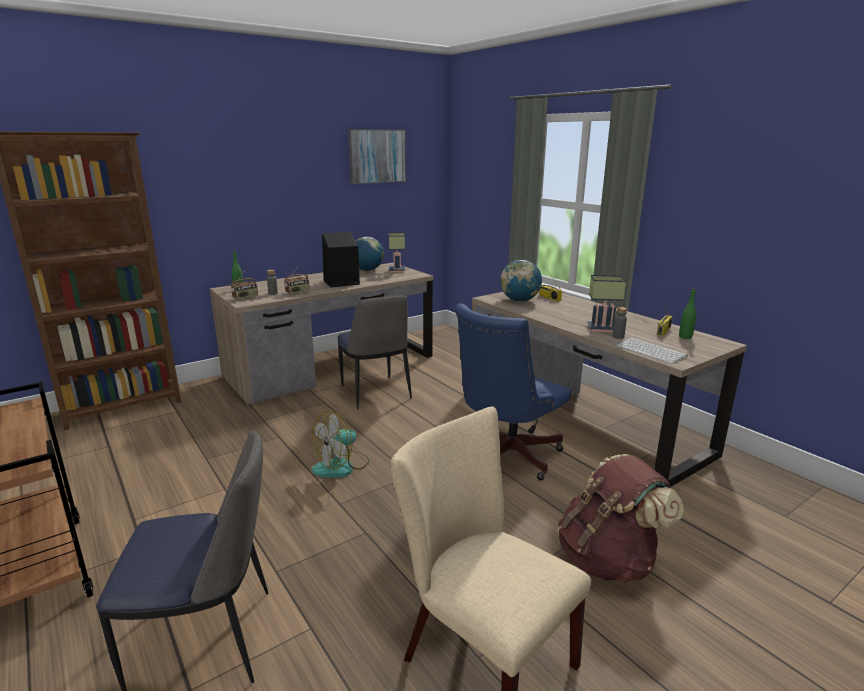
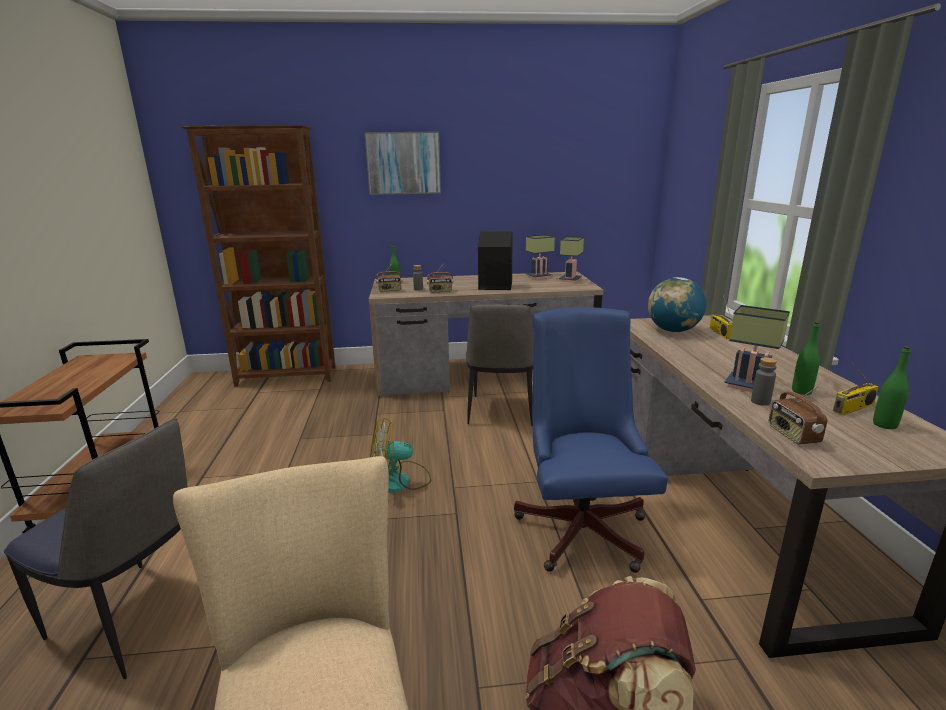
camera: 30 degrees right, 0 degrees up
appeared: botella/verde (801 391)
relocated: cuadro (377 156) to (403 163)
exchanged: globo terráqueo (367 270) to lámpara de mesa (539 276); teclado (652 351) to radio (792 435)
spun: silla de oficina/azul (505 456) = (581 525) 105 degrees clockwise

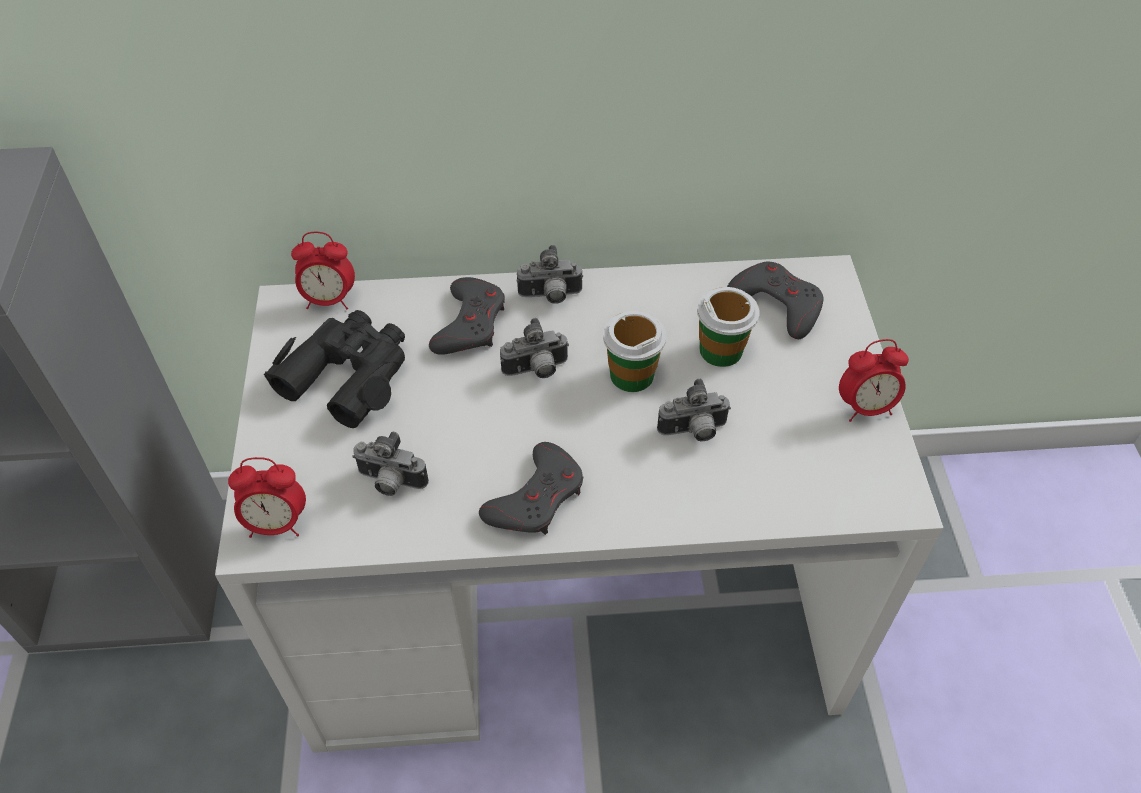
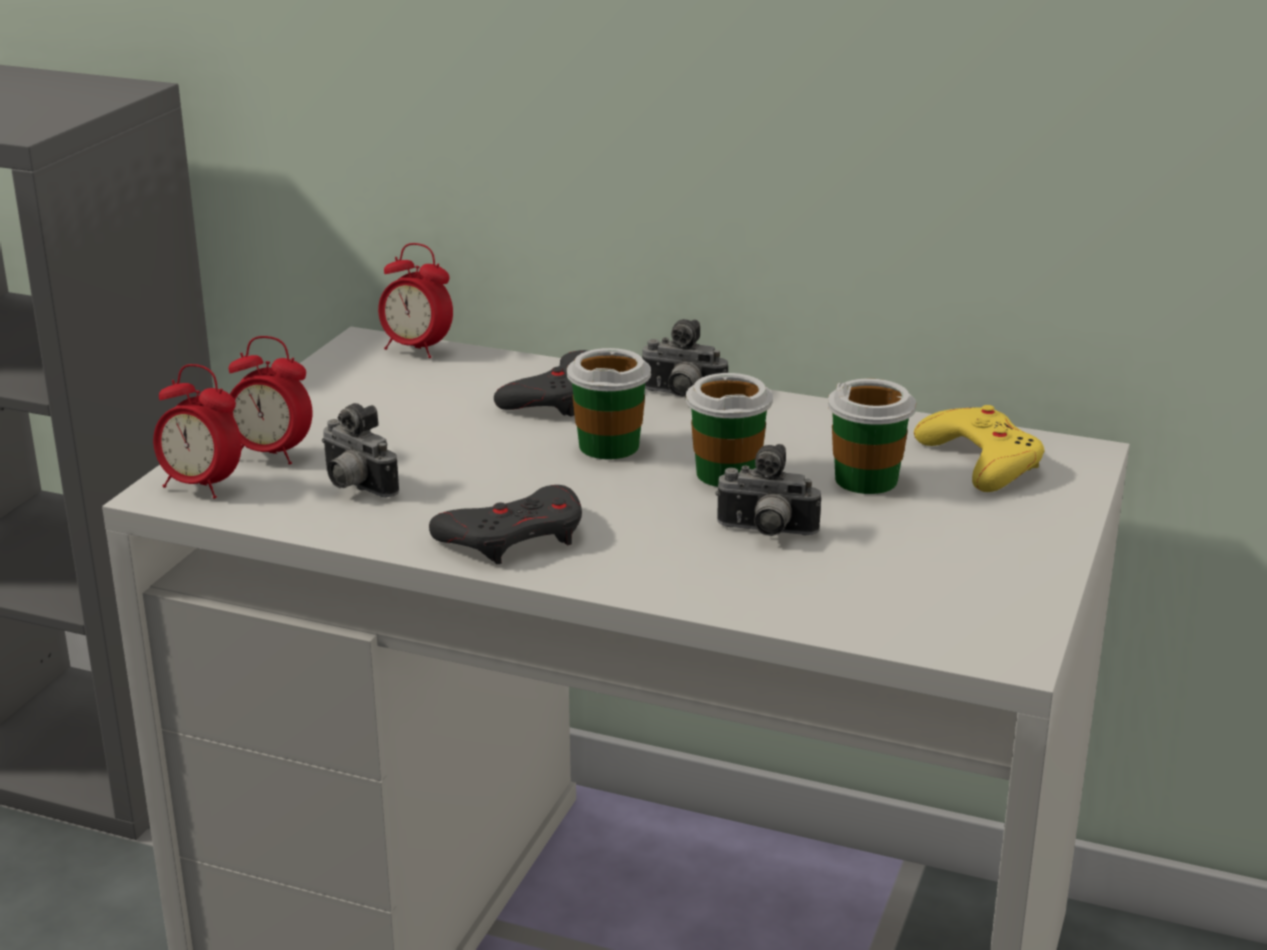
camera: 25 degrees right, 25 degrees down
missing: prismáticos/negro (348 374)
relocated: despertador (865 407) to (271 454)
exchanged: cámara (536 370) to taza (609 446)
colour: mando de consola/gris (777 304) to mando de consola/amarillo (981 460)

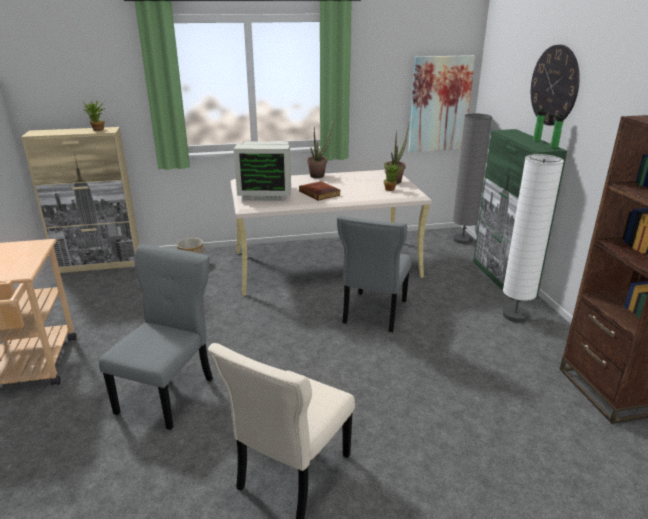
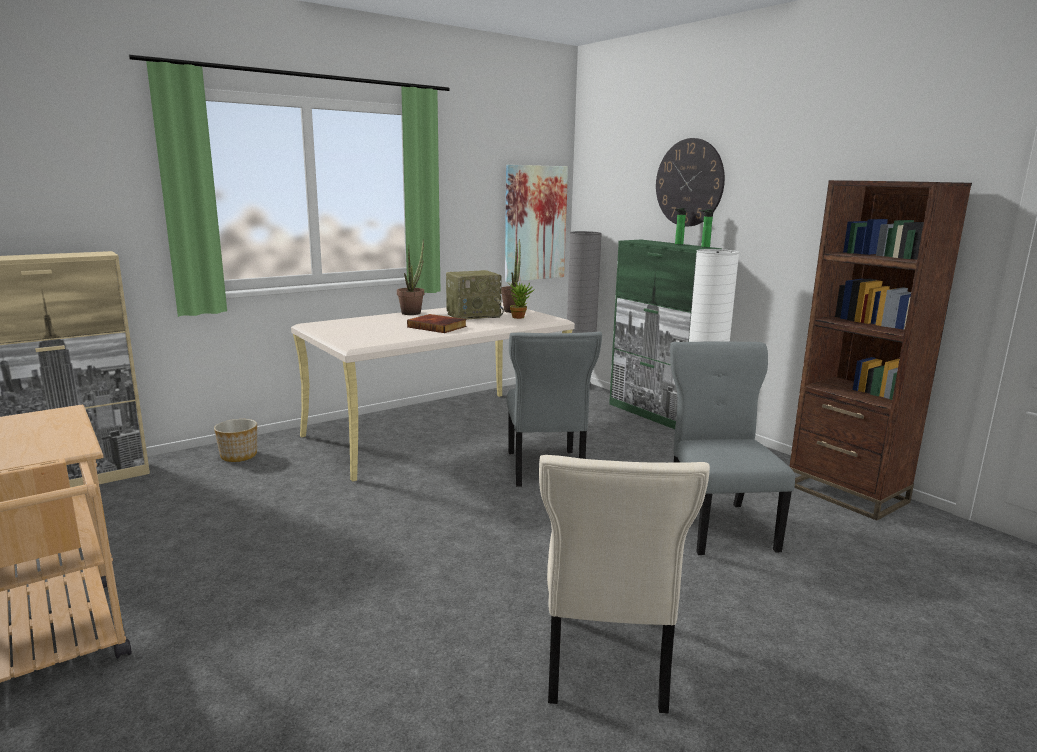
camera: 25 degrees left, 10 degrees down
missing: planta en maceta (97 130); monitor (266 193)
appeared: radio (474 315)
relocated: silla/gris (168 393) to (719 525)

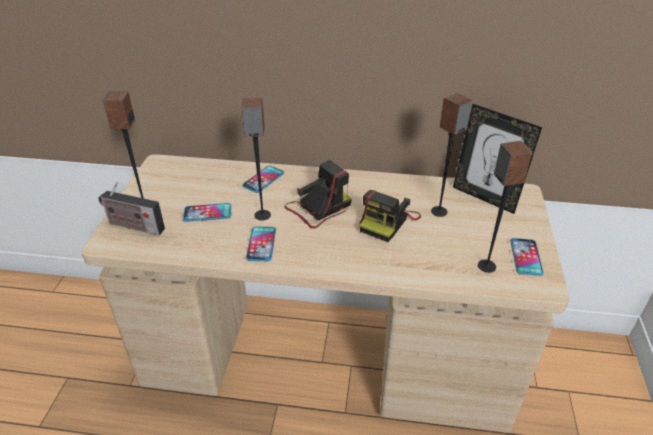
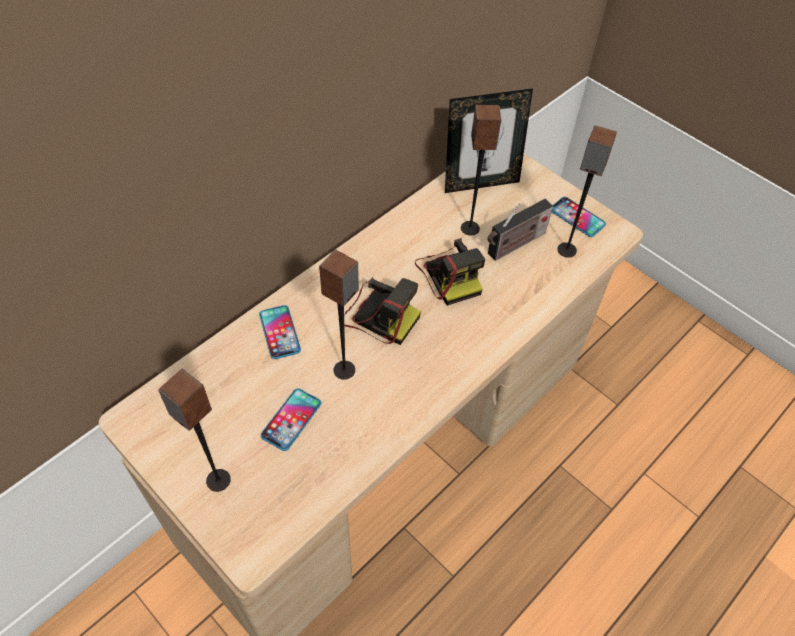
camera: 55 degrees left, 15 degrees up
missing: móvil (261 244)
relocated: radio (133 226) to (514 245)
spun: cámara (318 208) = (378 315) 120 degrees clockwise

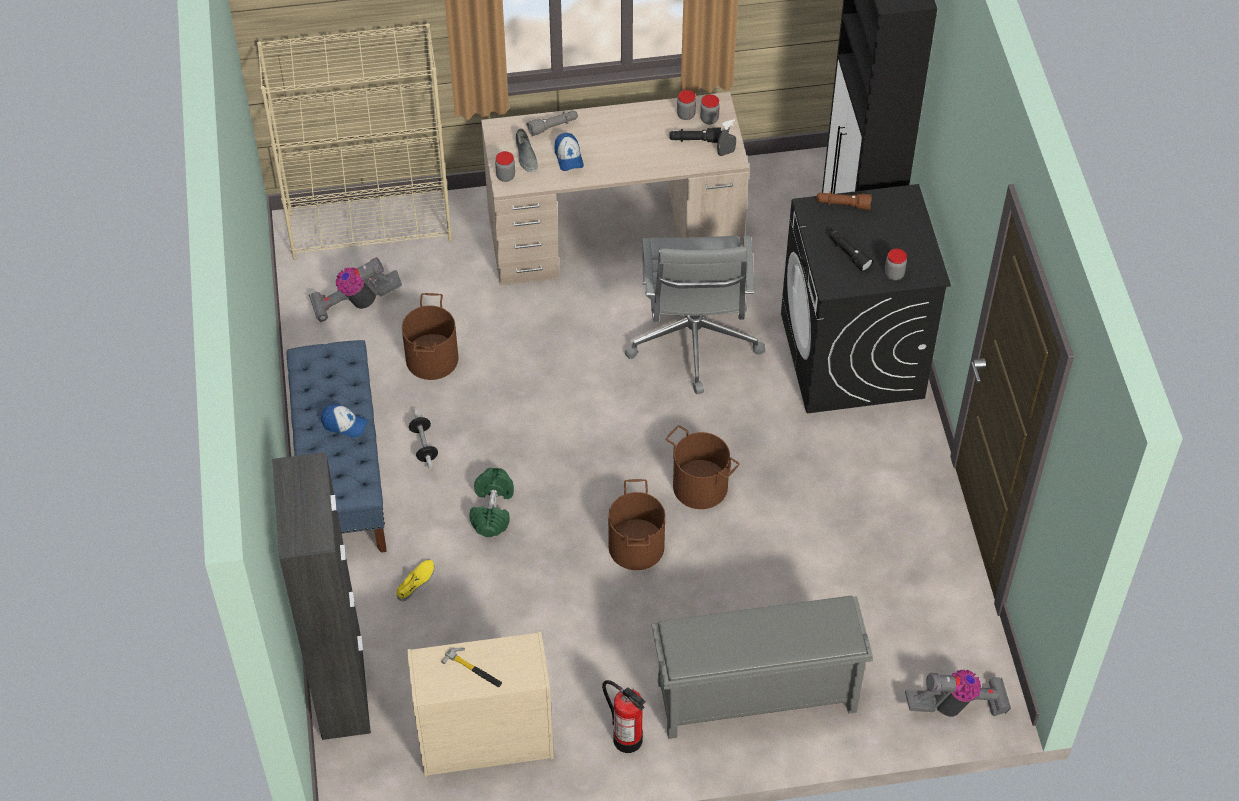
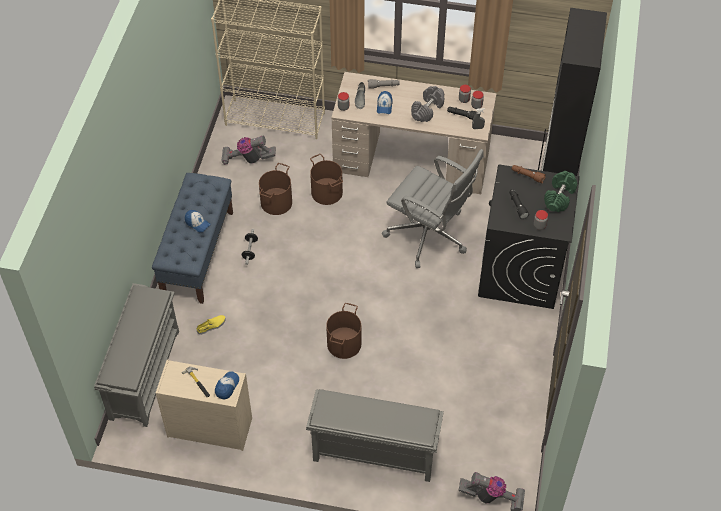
camera: 20 degrees right, 0 degrees up
missing: extintor (627 739)
appeared: gorra (227 386); mancuerna/gris (427 110)
relocated: mancuerna/verde (492 510) to (559 197); cubo/marrón (699 487) to (326 192)
exchanged: armario/negro (342 689) to zapatero/gris (144 373)
spun: silla de oficina/gris (693 342) = (429 236) 75 degrees counterclockwise

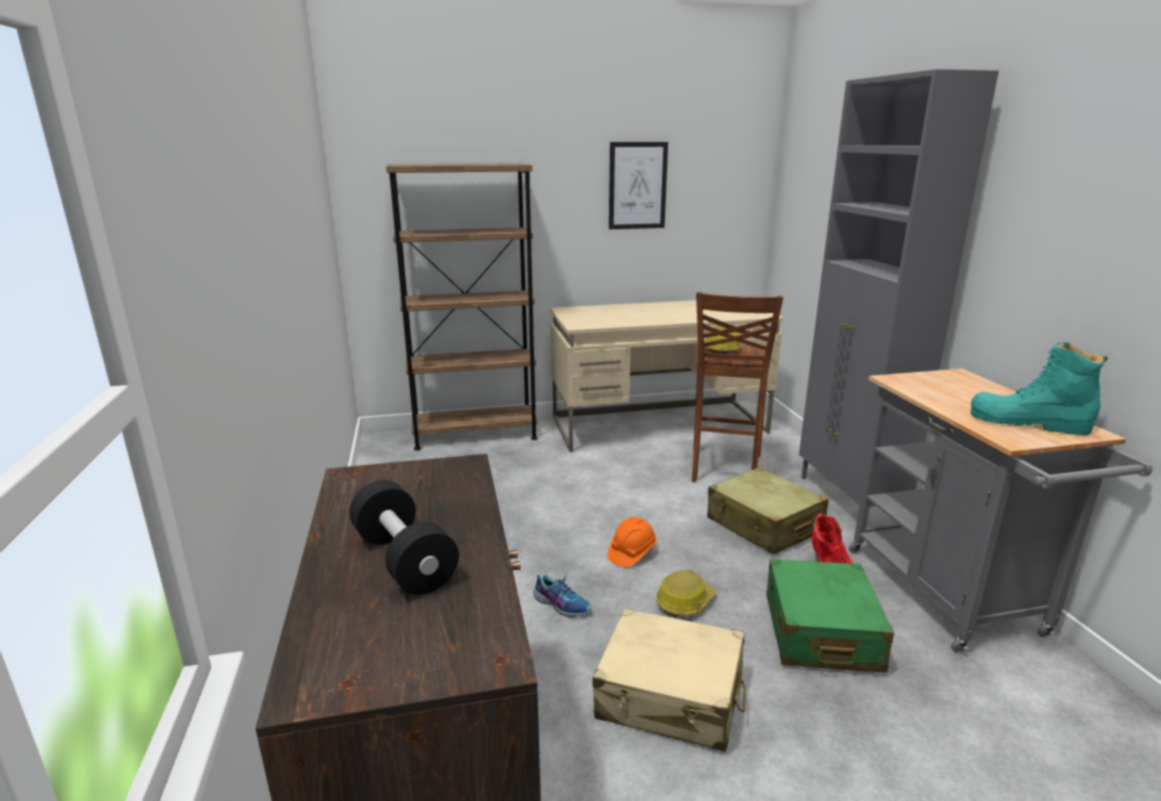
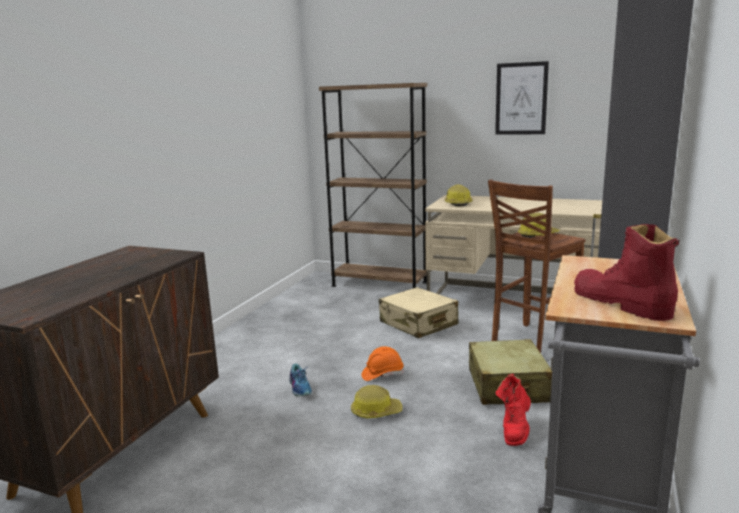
camera: 35 degrees right, 5 degrees down
missing: mancuerna/negro (404 560); maleta/verde (820 632)
appeared: casco (457 203)
relocated: maleta/beis (670 696) to (418 324)
colour: bota/turquesa (1028 423) to bota/rojo (620 303)

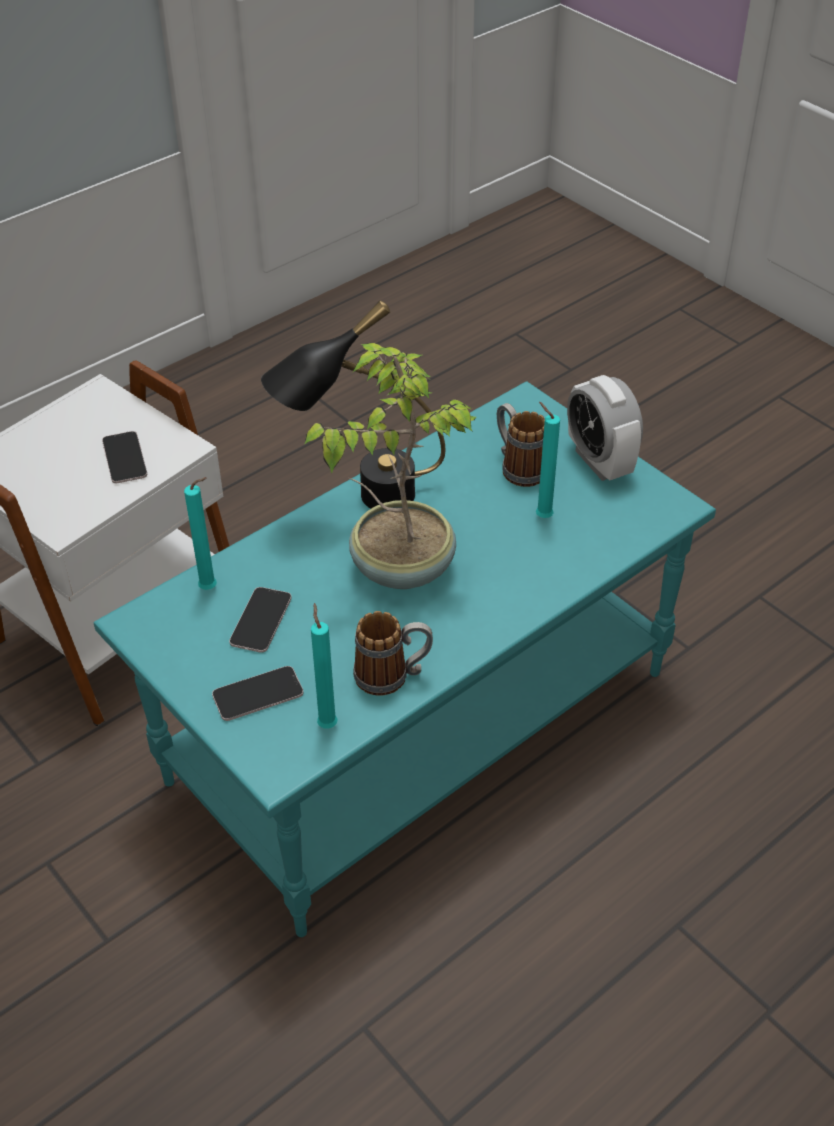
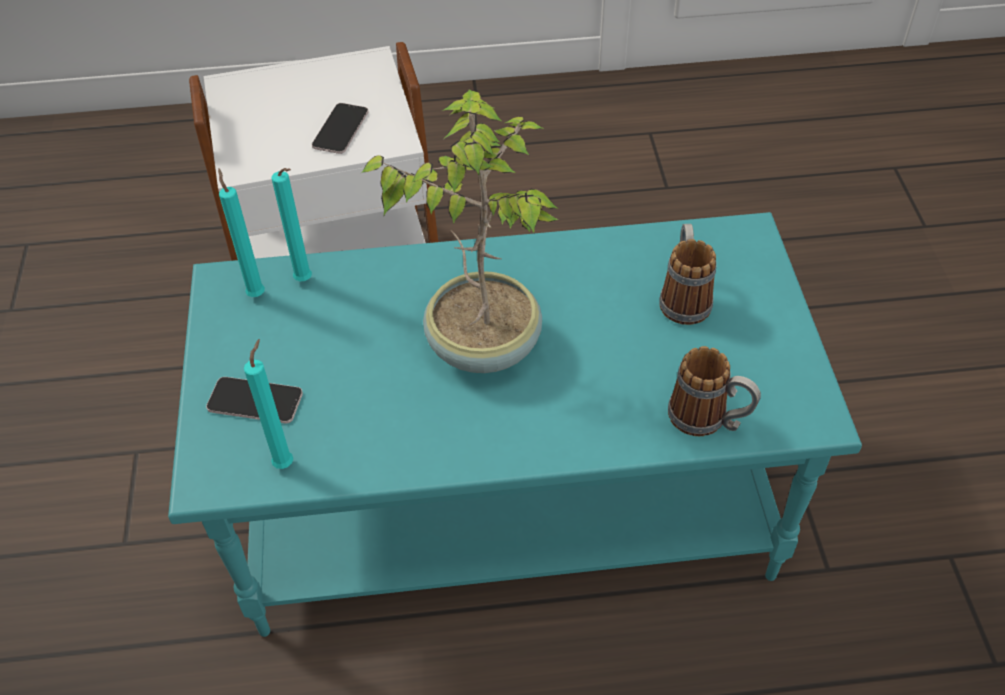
camera: 35 degrees right, 5 degrees up
missing: móvil (261 620); lámpara de mesa/negro (361 500); despertador (599 461)
relocated: taza grande (393 676) to (708 420); vela/turquesa (541 516) to (256 293)

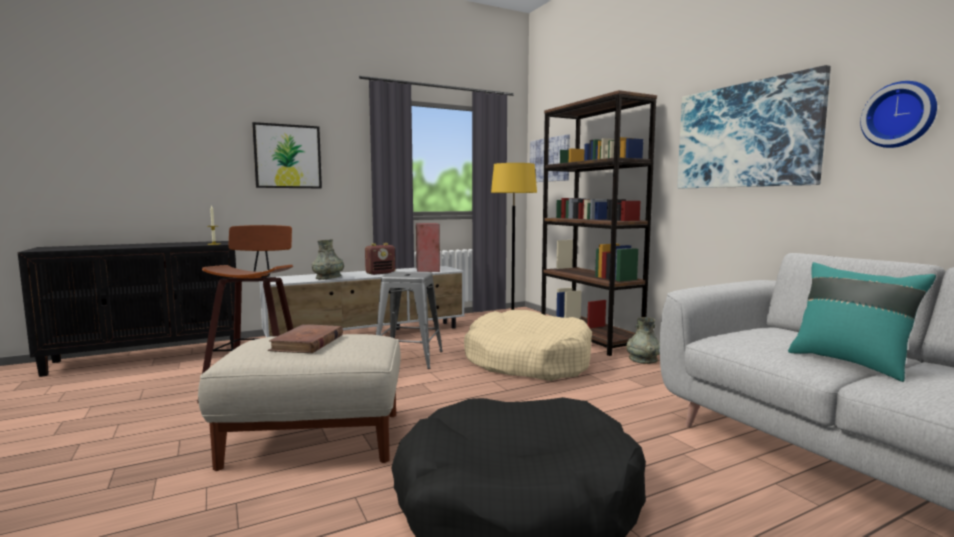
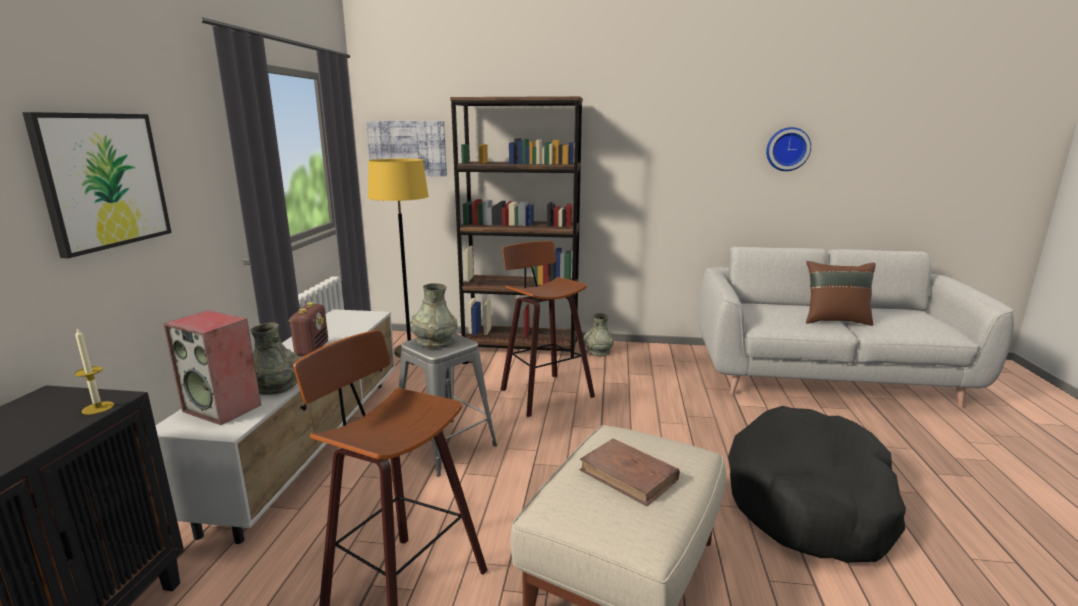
camera: 55 degrees left, 10 degrees up
missing: cuadro (745 136)
appeared: florero/gris (434 341)
relocated: altavoz (428 270) to (223 408)
exchanged: cama para perro/beis (527 361) to taburete (543 393)
colour: cojín/turquesa (851 363) to cojín/marrón (835 320)

